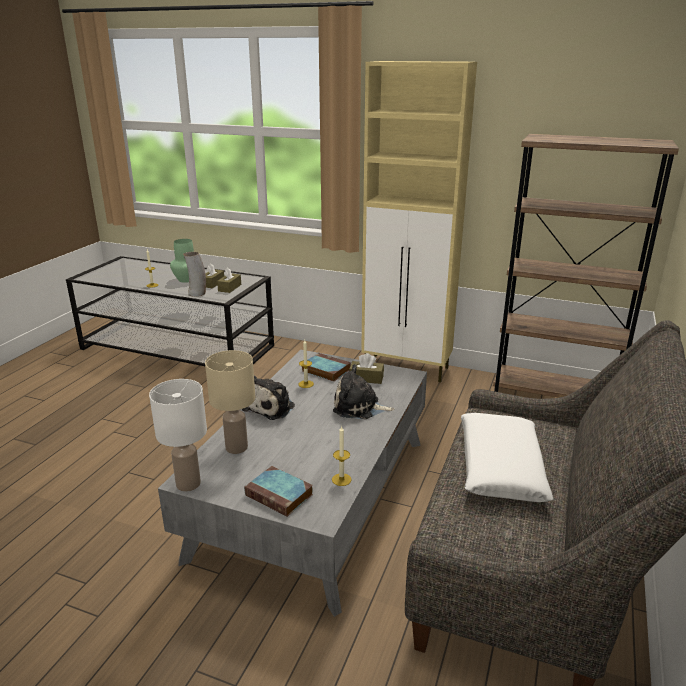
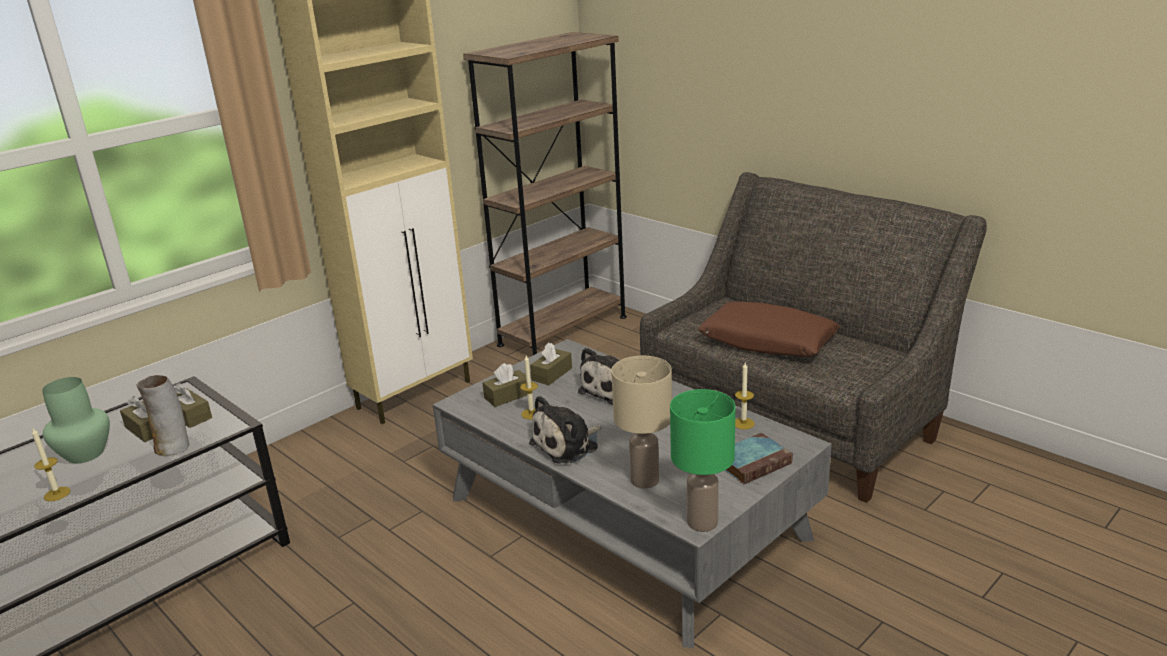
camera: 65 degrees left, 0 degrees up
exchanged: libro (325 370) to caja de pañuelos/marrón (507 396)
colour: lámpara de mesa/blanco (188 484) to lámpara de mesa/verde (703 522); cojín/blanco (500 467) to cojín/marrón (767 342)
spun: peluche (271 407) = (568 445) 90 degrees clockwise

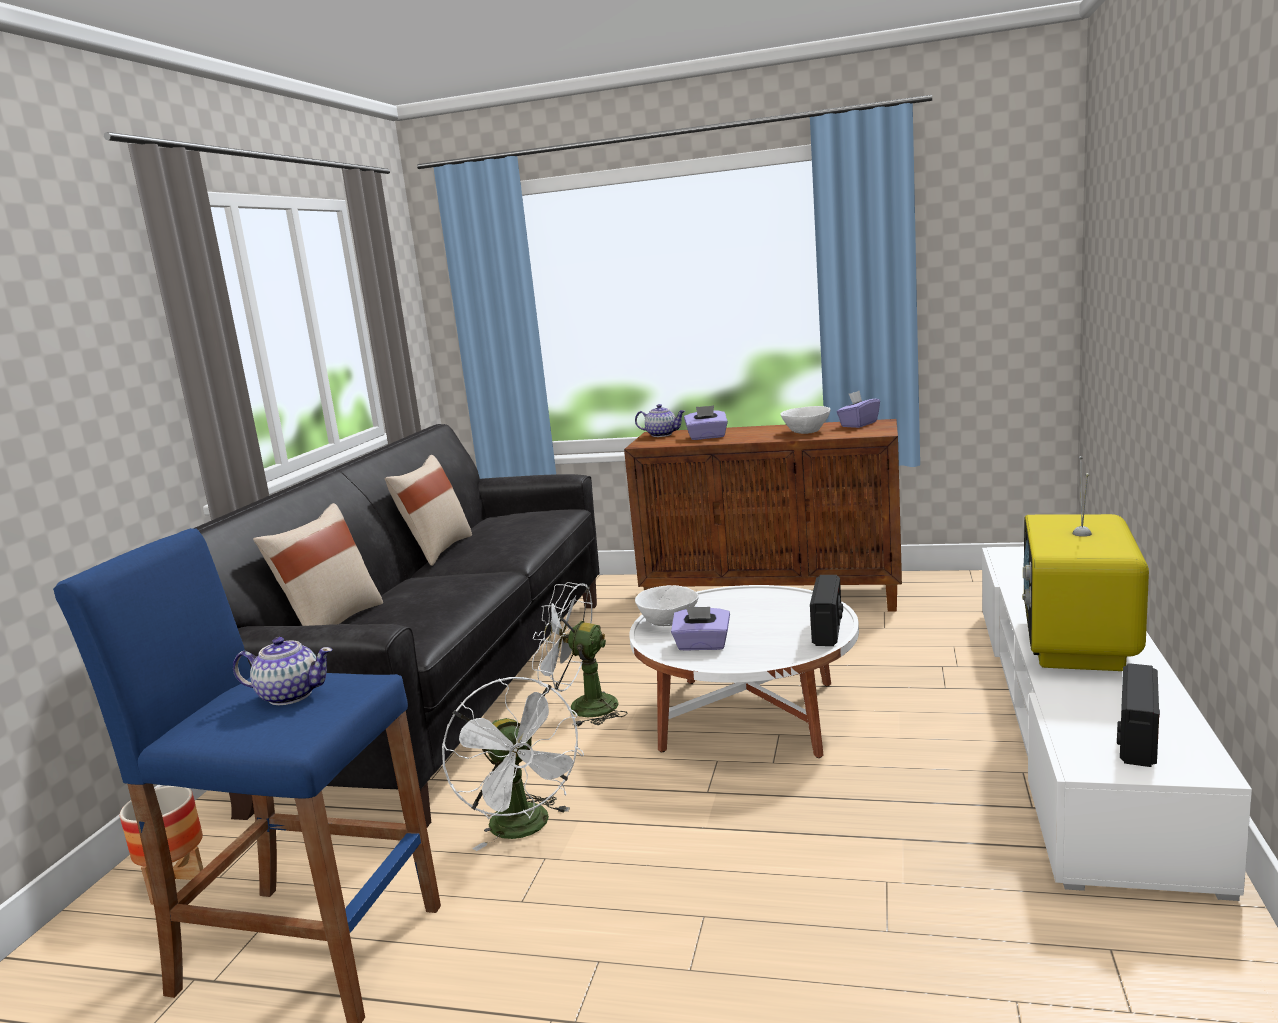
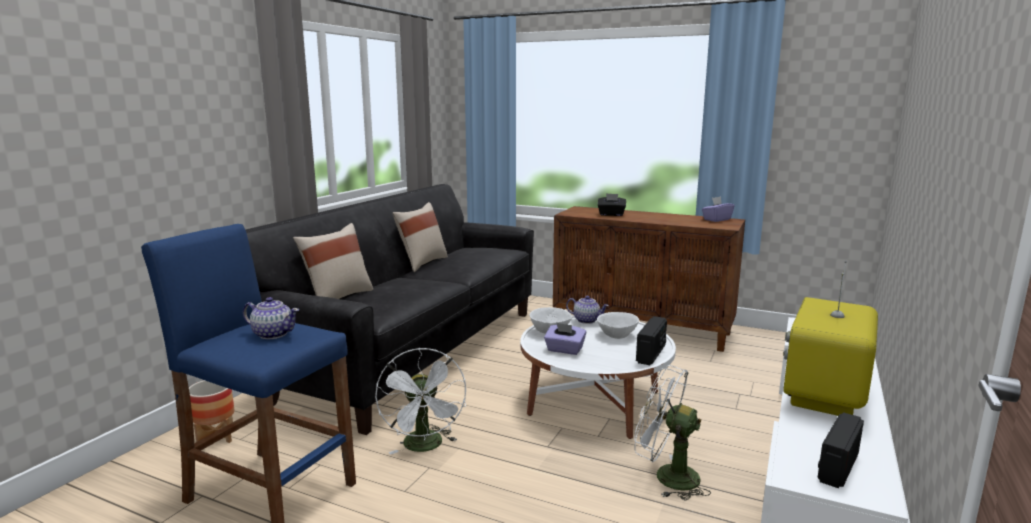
camera: 10 degrees right, 0 degrees up
relocated: ventilador/blanco (582 707) to (667 476); tetera (662 435) to (587 320); cuenco/blanco (805 432) to (616 335)
colour: caja de pañuelos/morado (707 437) to caja de pañuelos/negro (611 214)

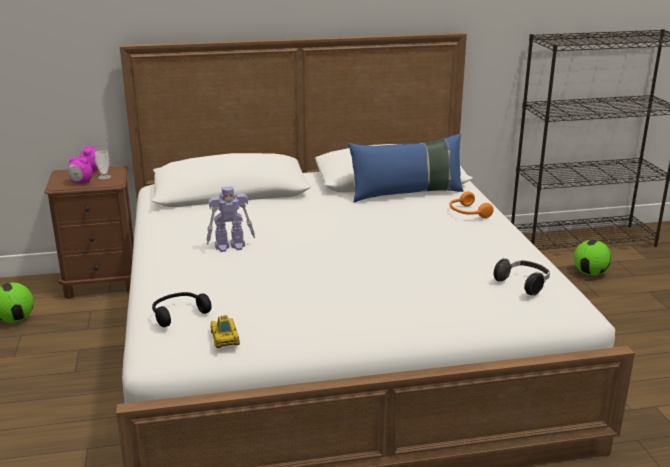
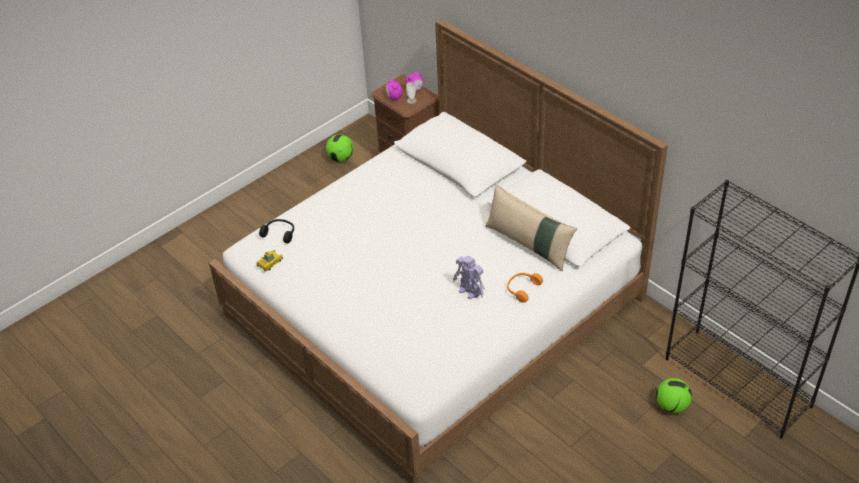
camera: 60 degrees right, 20 degrees up
missing: auriculares (523 284)
relocated: robot de juguete (231 246) to (470 291)
colour: cojín/azul (406 193) to cojín/beis (529 244)

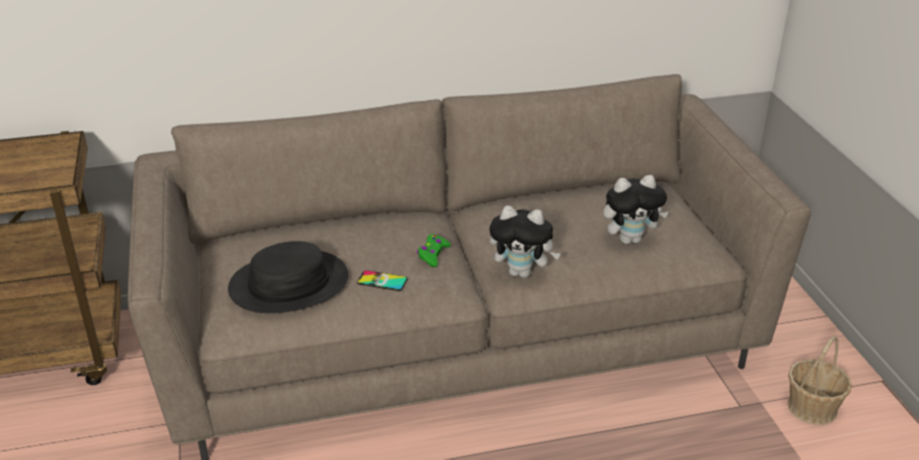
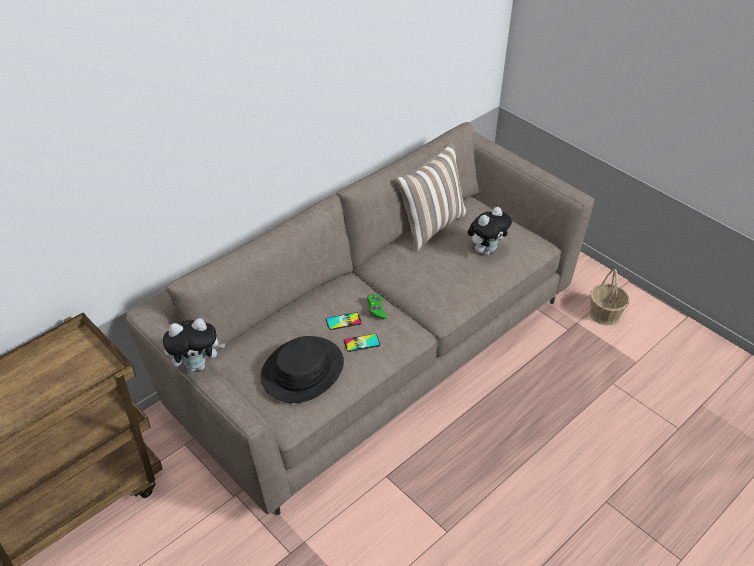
camera: 30 degrees left, 10 degrees up
appeared: móvil (343 321); cojín (430 226)
relocated: peluche (522 272) to (197 365)

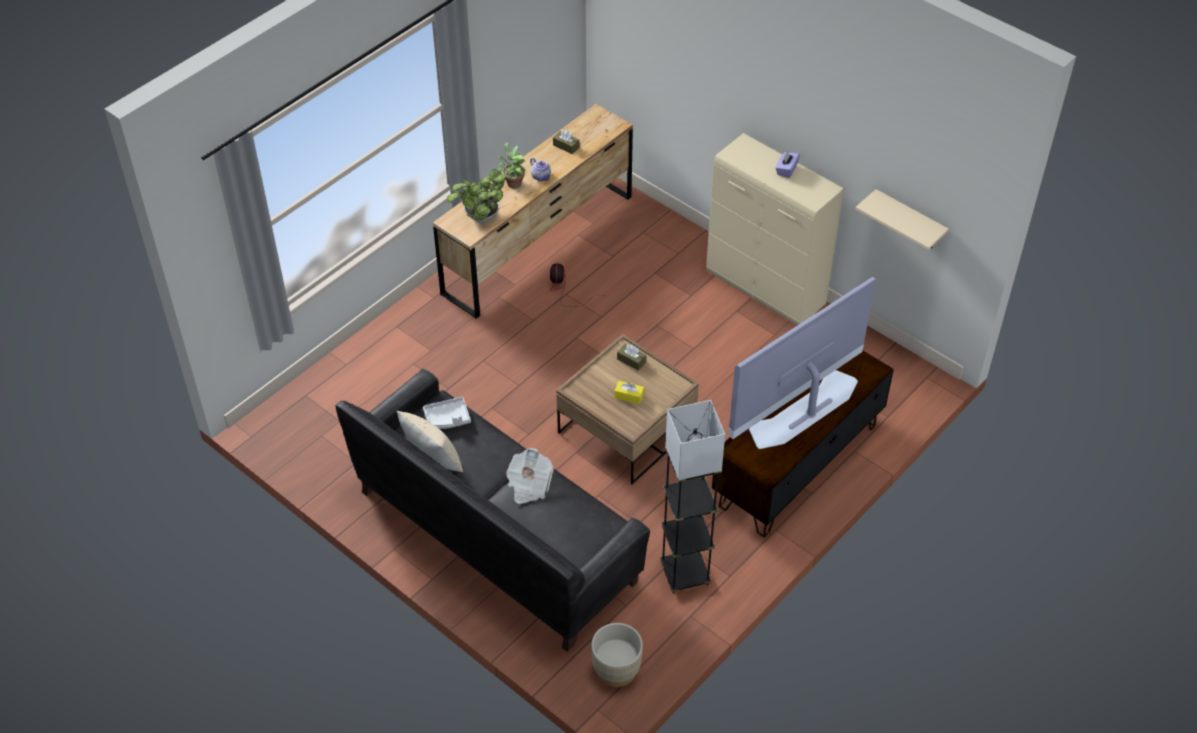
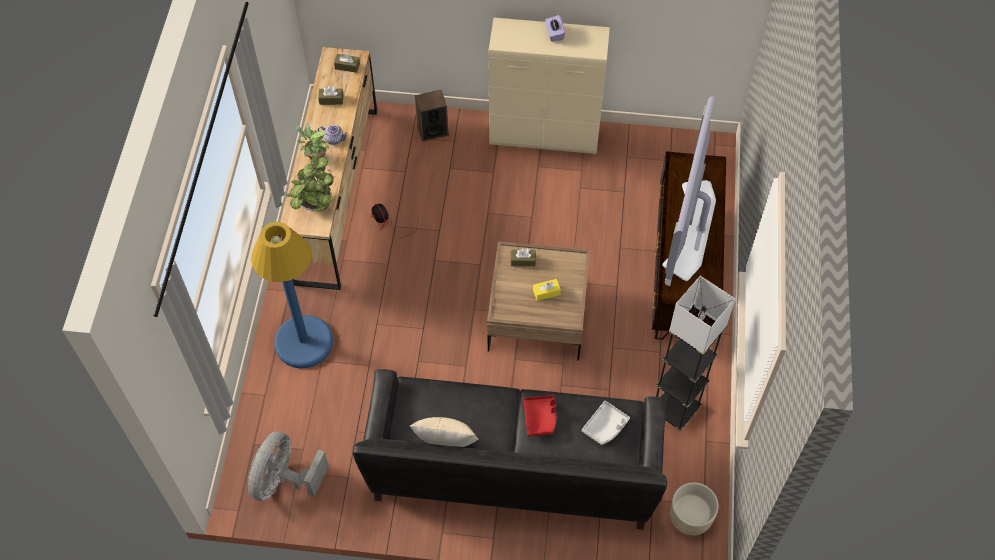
camera: 35 degrees left, 10 degrees up
missing: estante/beis (909 221)
appeared: ventilador/gris (284 480); lámpara de pie/azul (304 342); caja de pañuelos/marrón (347 66); altavoz (432 130)
relocated: bandeja/gris (447 418) to (605 426)
exchanged: periódico (529 485) to bandeja/rojo (540 418)

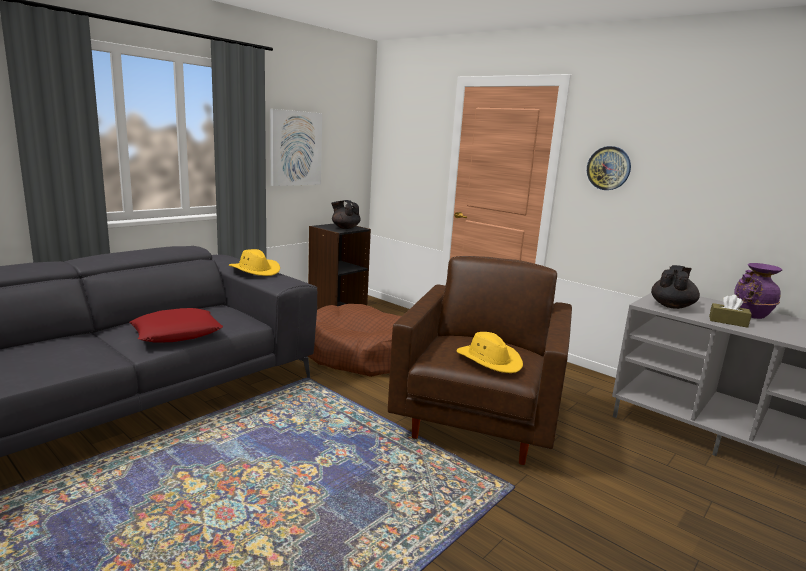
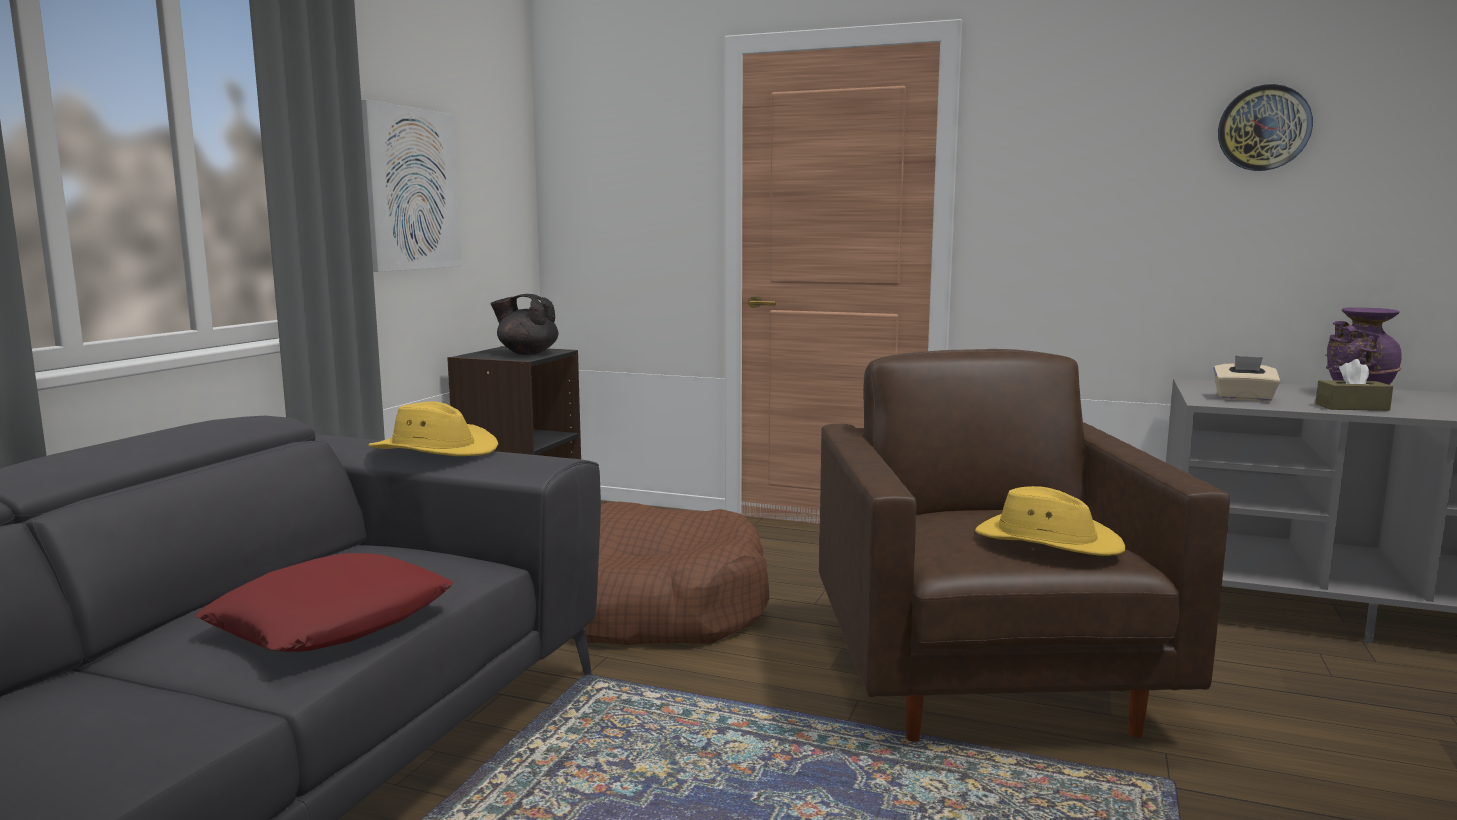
camera: 20 degrees left, 5 degrees down
relocated: reloj de pared (608 168) to (1264 128)
exchanged: tetera/negro (672 306) to caja de pañuelos/beis (1244 399)

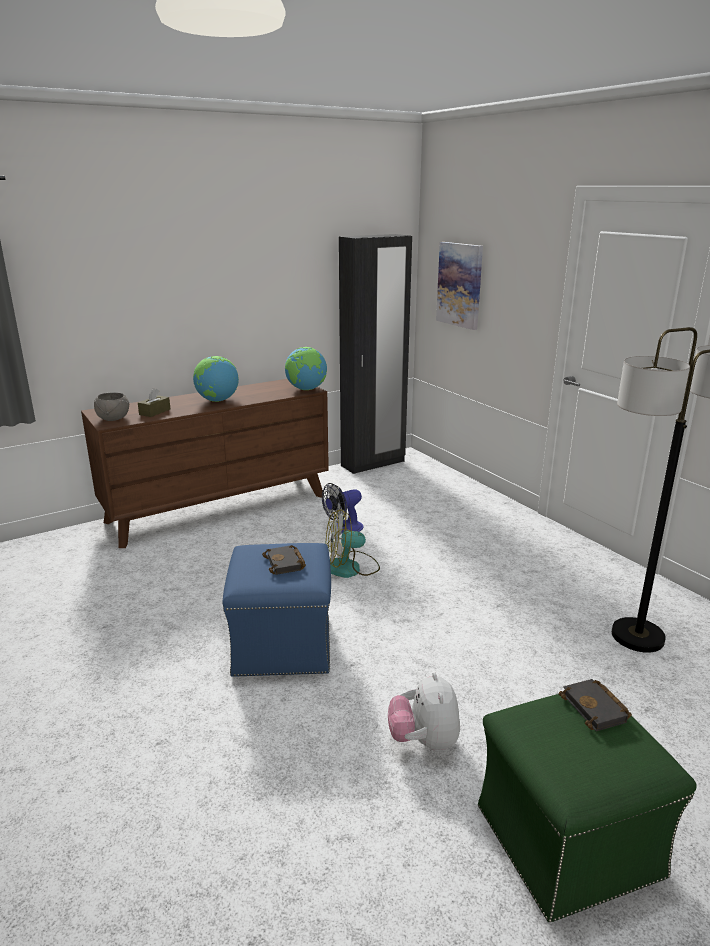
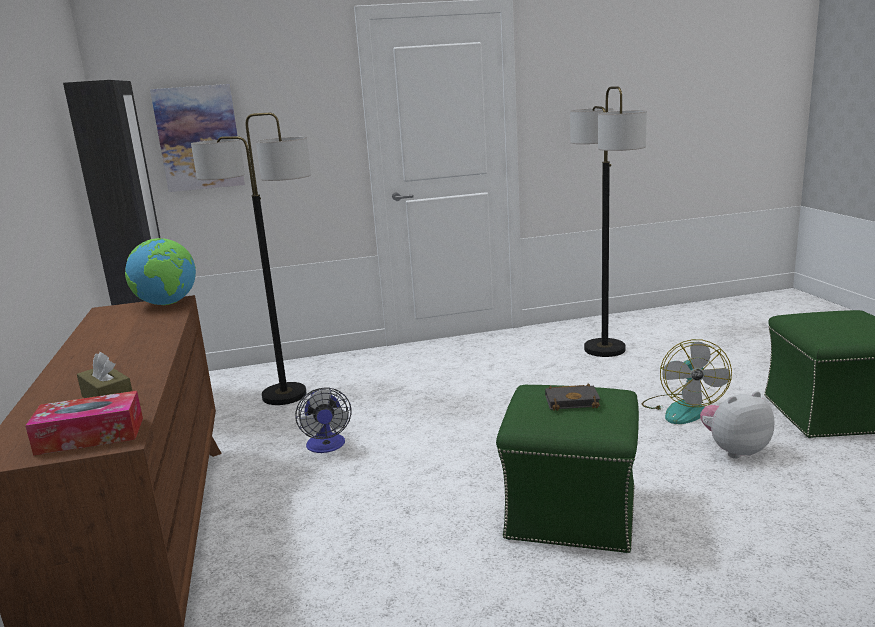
camera: 70 degrees left, 5 degrees down
missing: globo terráqueo (217 400); libro/negro (596 709)
appeared: lámpara de pie (284 395)
relocated: ventilador (350 568) to (682 409)
exchanged: cuenco/gris (113 419) to caja de pañuelos (90 436)
colour: puf/azul (282 644) to puf/verde (569 512)
spun: peluche (424 741) = (734 450) 150 degrees clockwise

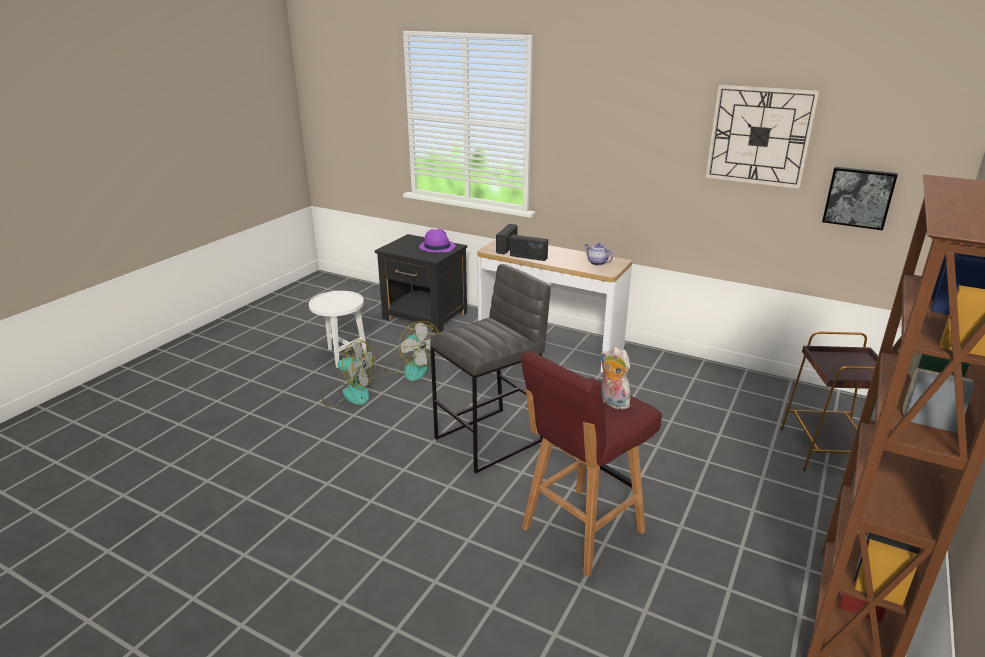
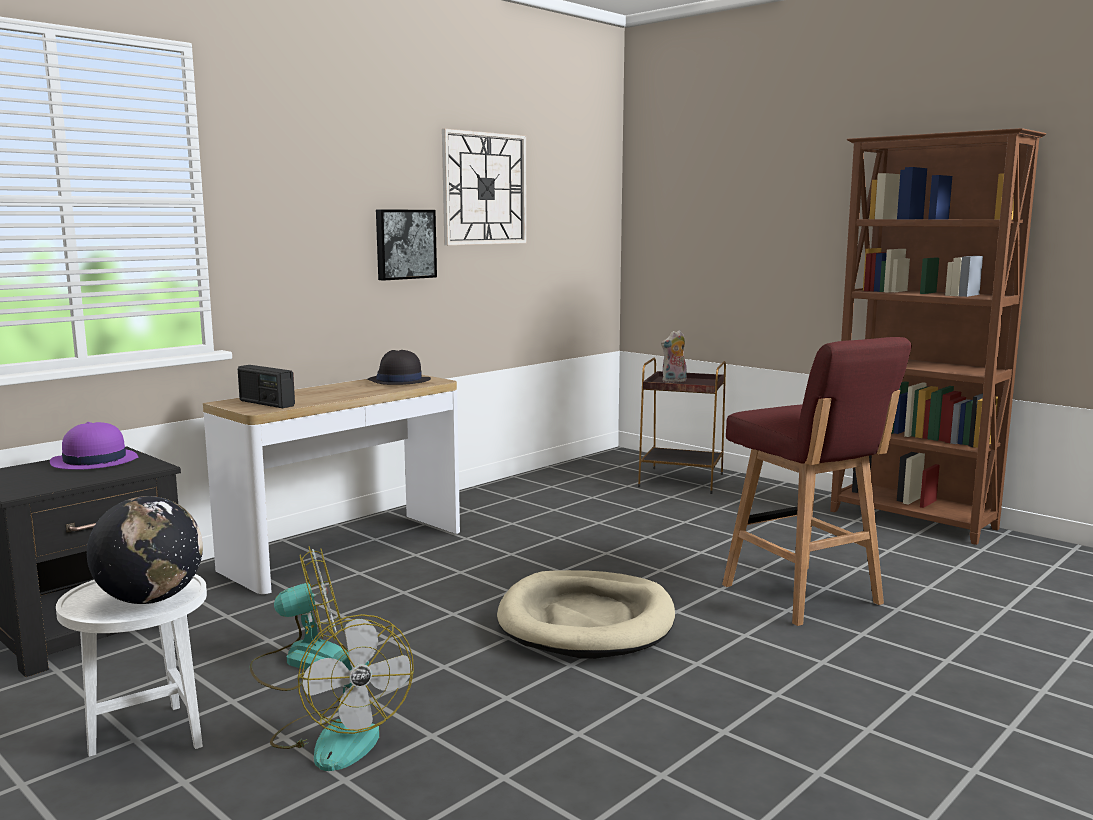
camera: 75 degrees left, 15 degrees down
missing: radio (528 257)
appeared: globo terráqueo (151 599)
relocated: peluche (612 402) to (674 381); cuadro (858 197) to (404 244)
exchanged: taburete/gris (490 439) to cama para perro/beis (587 621); tetera (597 263) to sombrero/negro (398 381)
spun: ventilador (349 394) = (340 736) 120 degrees clockwise

